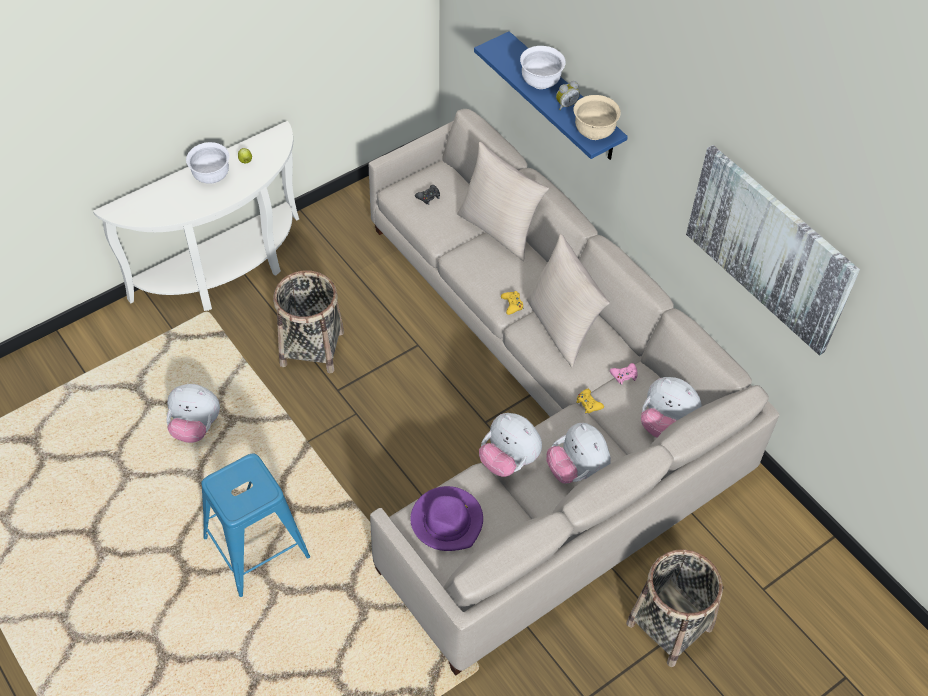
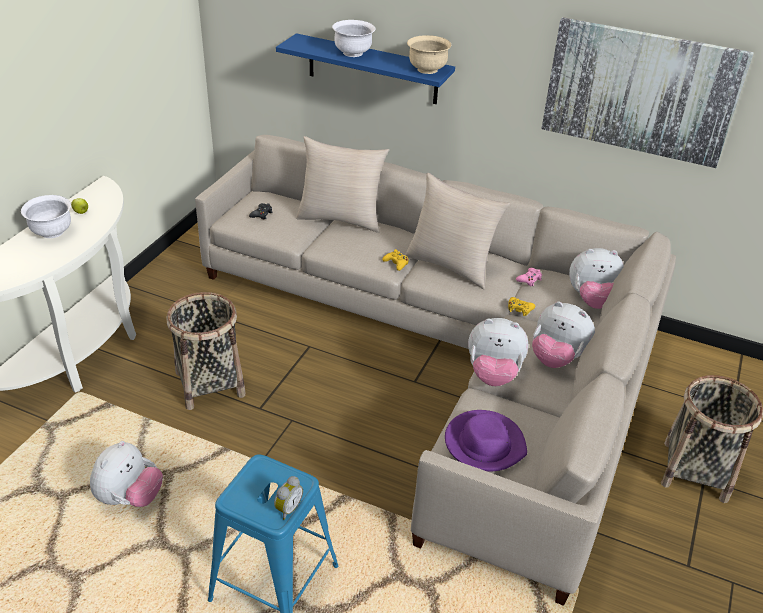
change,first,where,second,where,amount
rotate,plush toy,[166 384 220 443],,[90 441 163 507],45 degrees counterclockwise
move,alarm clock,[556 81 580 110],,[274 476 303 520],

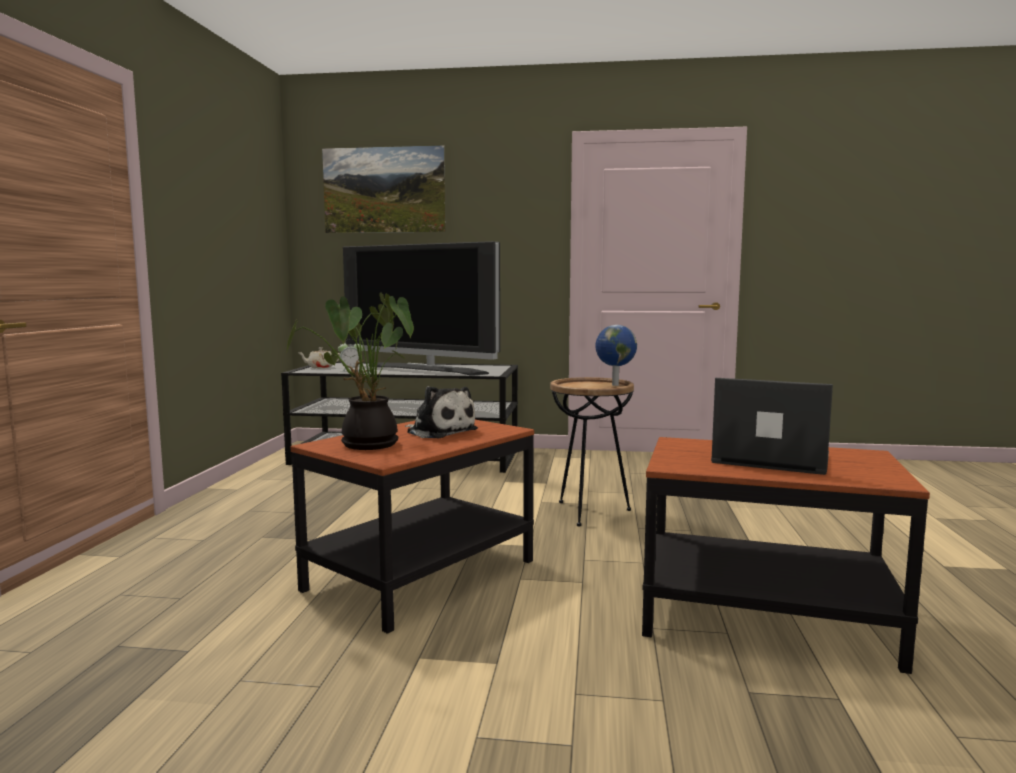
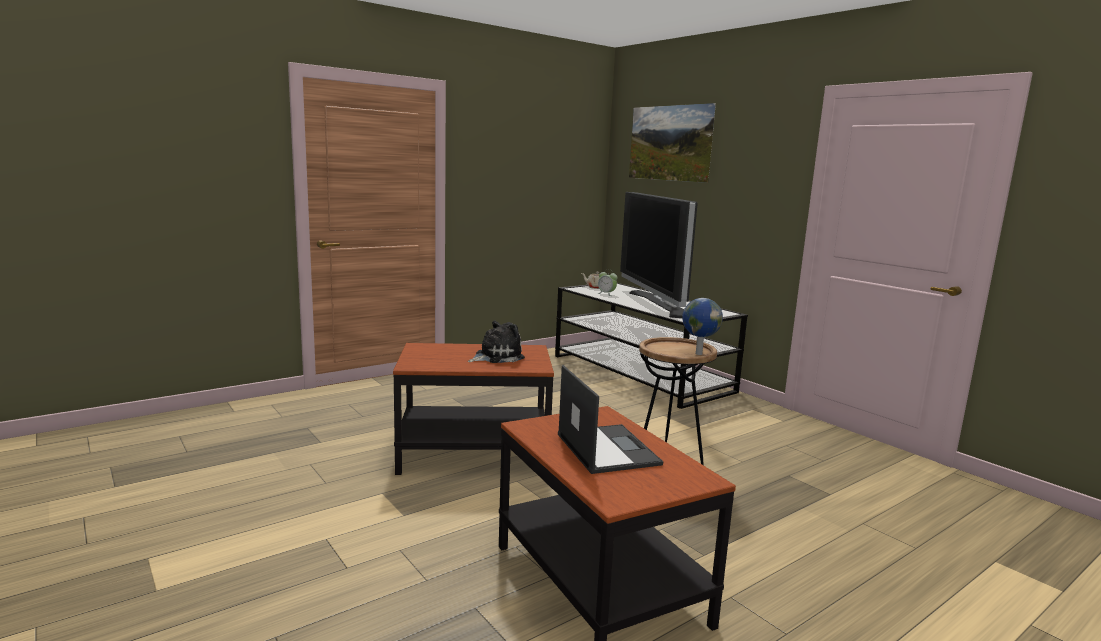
change,first,where,second,where,amount
rotate,plush toy,[405 386 478 438],,[468 321 525 363],120 degrees counterclockwise
delete,potted plant,[286 293 414 450],,,

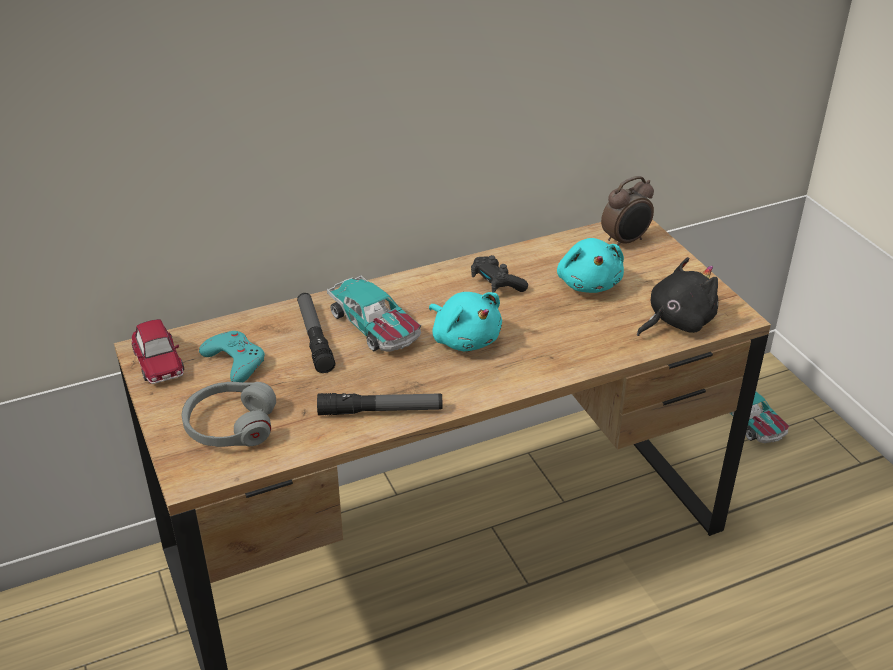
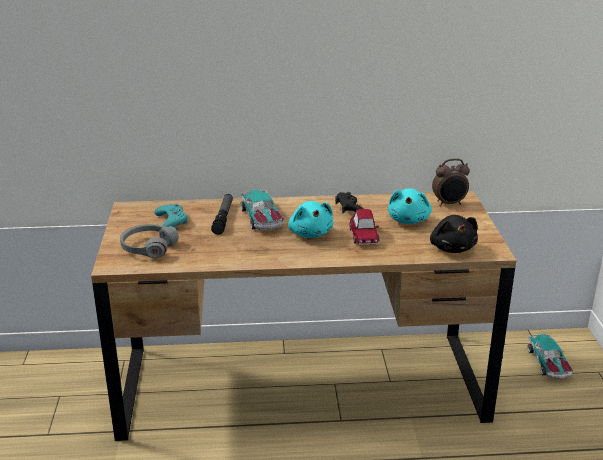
change,first,where,second,where,amount
move,toy car,[131 319 184 384],,[350 209 379 245],
rotate,plush toy (black),[637 257 718 336],,[430 215 478 253],90 degrees clockwise
delete,flashlight,[317 393 442 415],,,

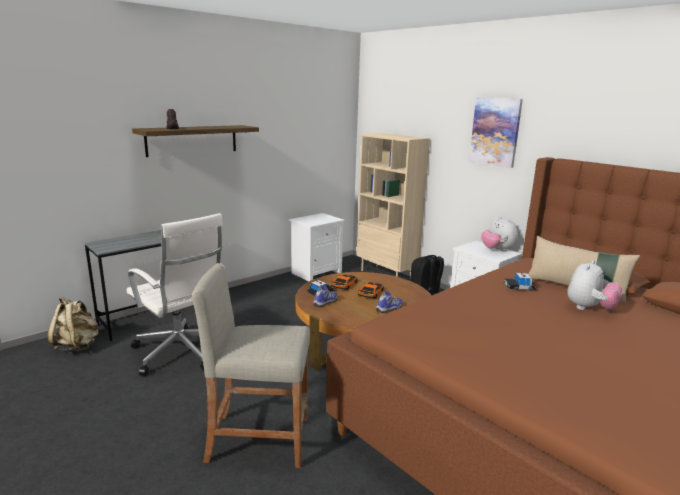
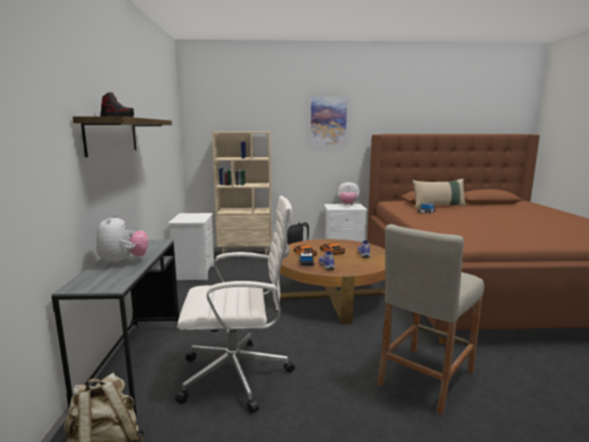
change,first,where,second,where,amount
move,plush toy,[567 260 622 310],,[96 214 148 266],

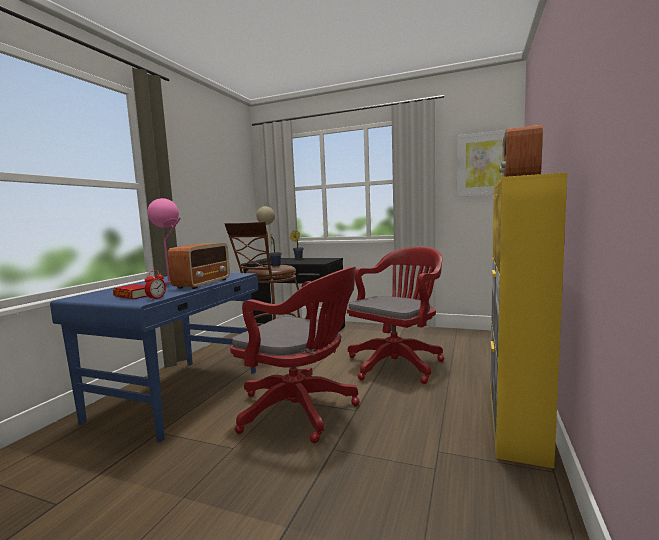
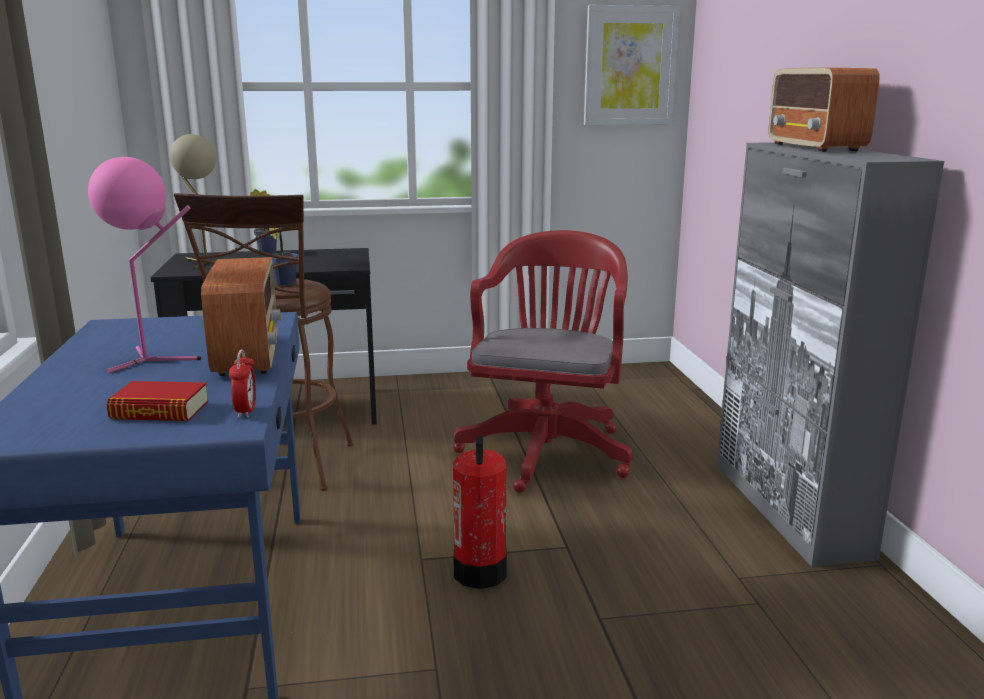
change,first,where,second,where,amount
replace,office chair (red),[230 267 360 443],fire extinguisher,[453 435 507 589],
recolor,cabinet (yellow),[490 172 568 468],cabinet (grey),[717 142 944 567],

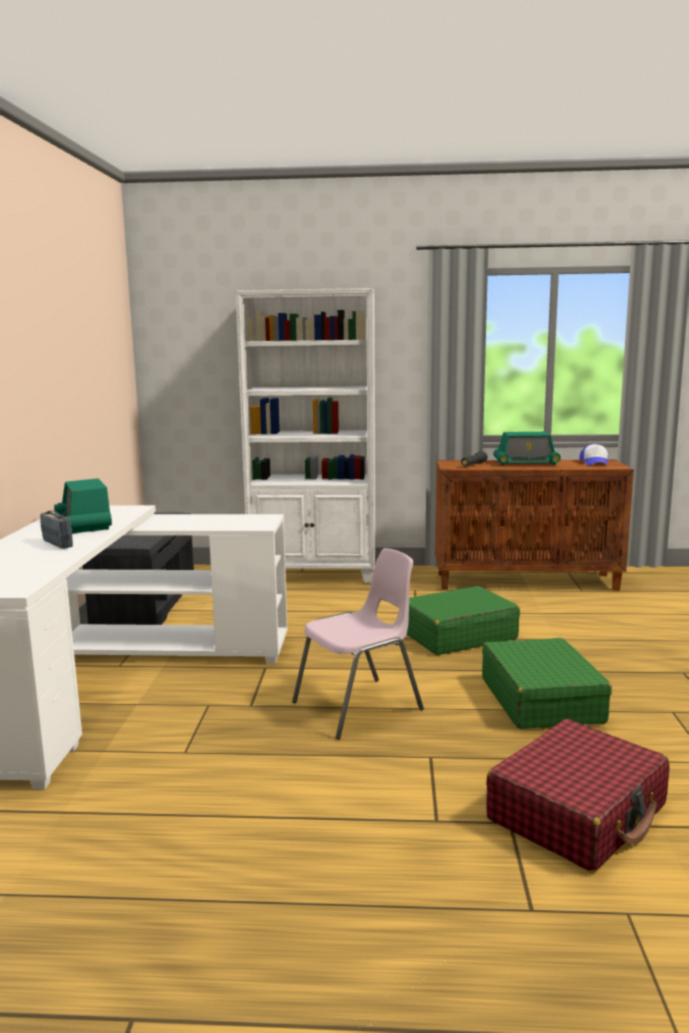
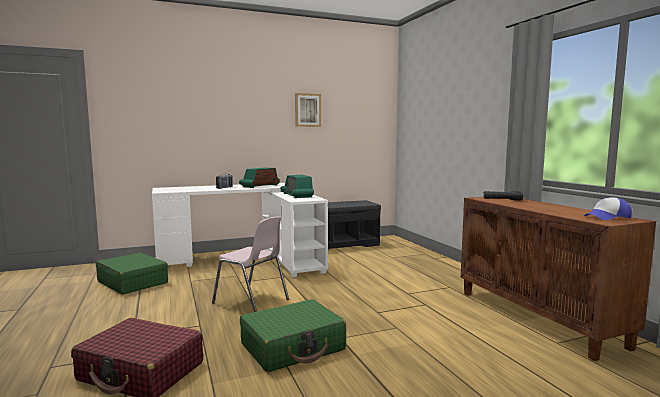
change,first,where,second,where,amount
move,suitcase (green),[406 586 520 655],,[96 253 168 295],
move,radio,[493 432 561 466],,[280 175 314 198],
insert,,,picture,[295 93 321 127],
delete,bookcase (white),[235 288 375 583],,,

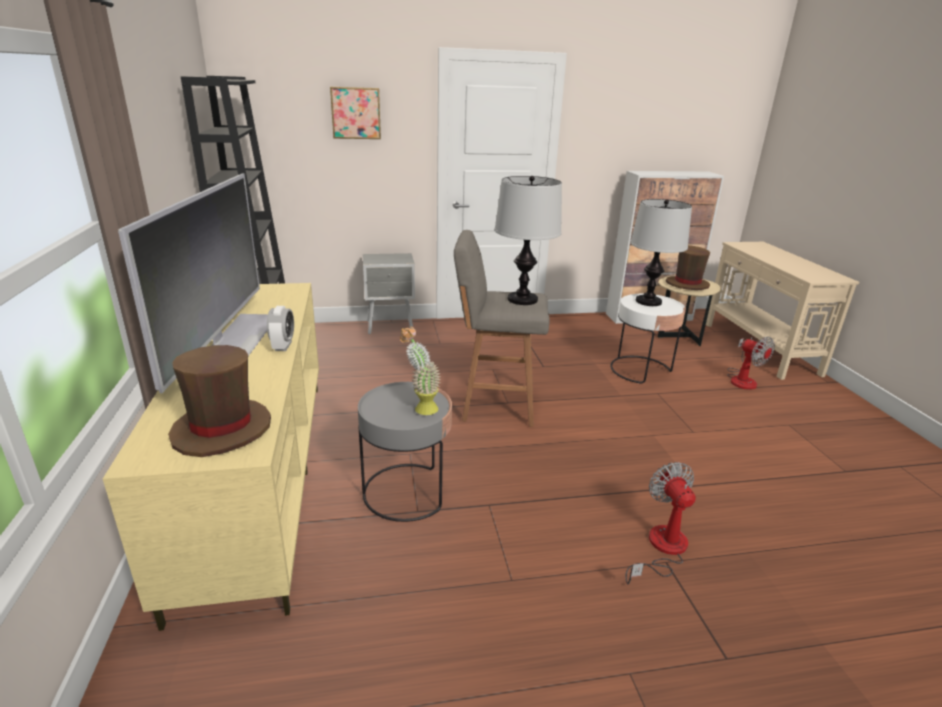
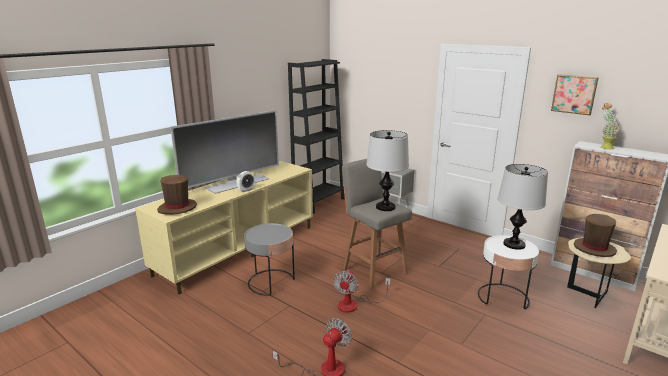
change,first,where,second,where,amount
move,fan,[727 337 775 390],,[333 270 391 313],
move,picture,[330 87 381 139],,[551 74 599 115],
move,potted plant,[400 326 441 415],,[601 103 619 150],

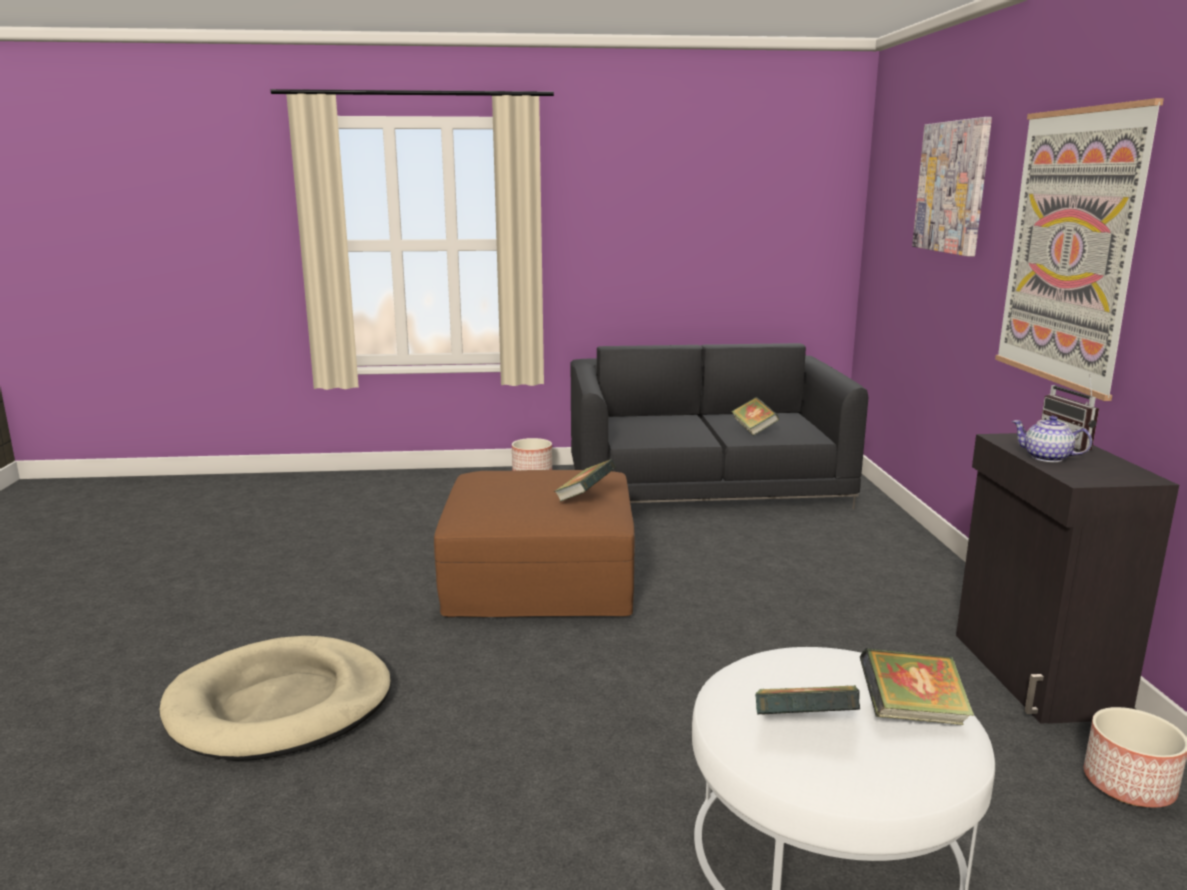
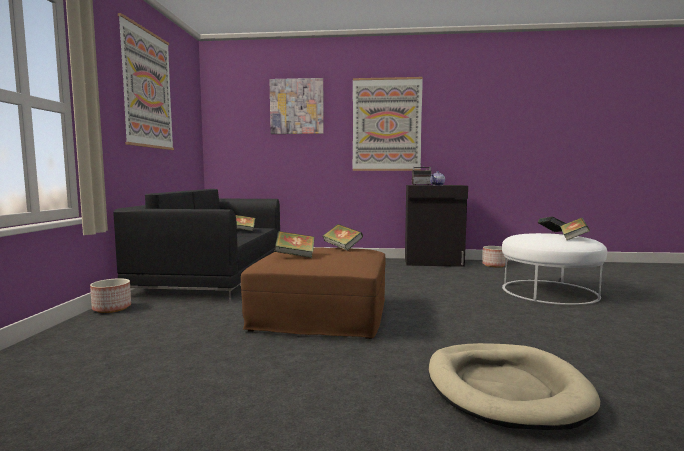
change,first,where,second,where,amount
insert,,,picture,[118 13 174 150],
insert,,,book,[274 231 314 258],

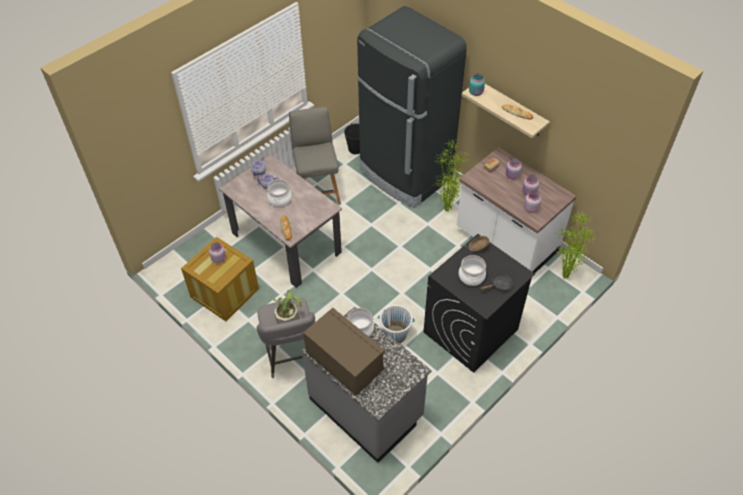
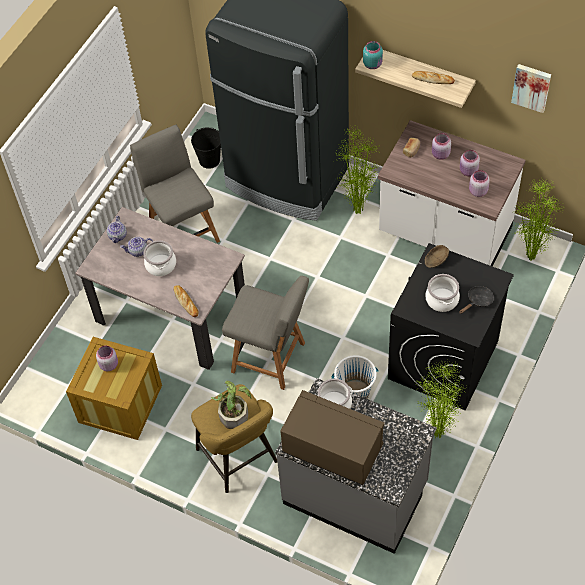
change,first,where,second,where,amount
recolor,stool (grey),[257 297 315 378],stool (yellow),[191 384 277 493],
insert,,,chair (grey),[222 276 309 390],
insert,,,potted plant,[416 361 464 438],
insert,,,picture,[511 64 551 113],

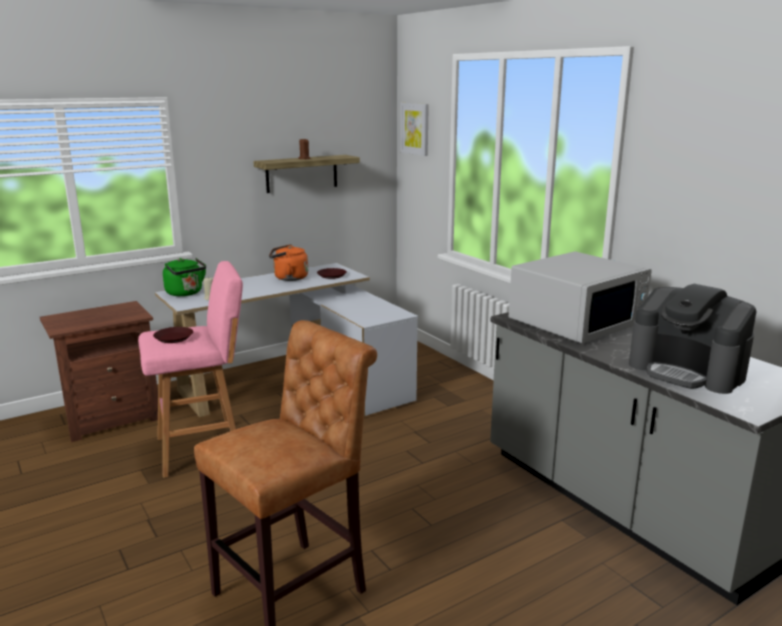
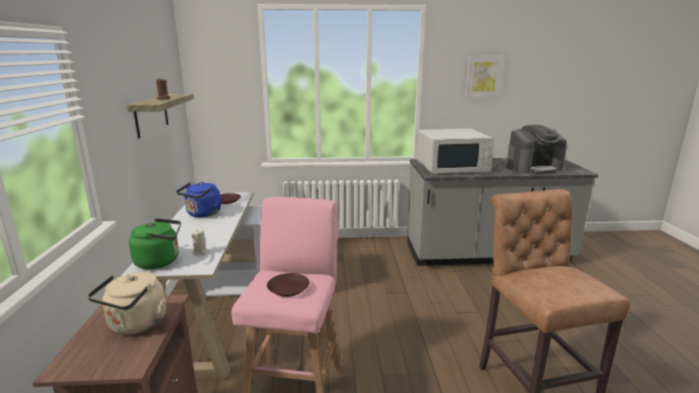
change,first,where,second,where,amount
insert,,,kettle (beige),[87 272 166 335],
recolor,kettle (orange),[269 244 308 281],kettle (blue),[176 182 221 217],
rotate,microwave (white),[509 251 652 344],,[416 129 494 173],90 degrees clockwise
move,picture,[401 103 429 156],,[465 56 504 97],

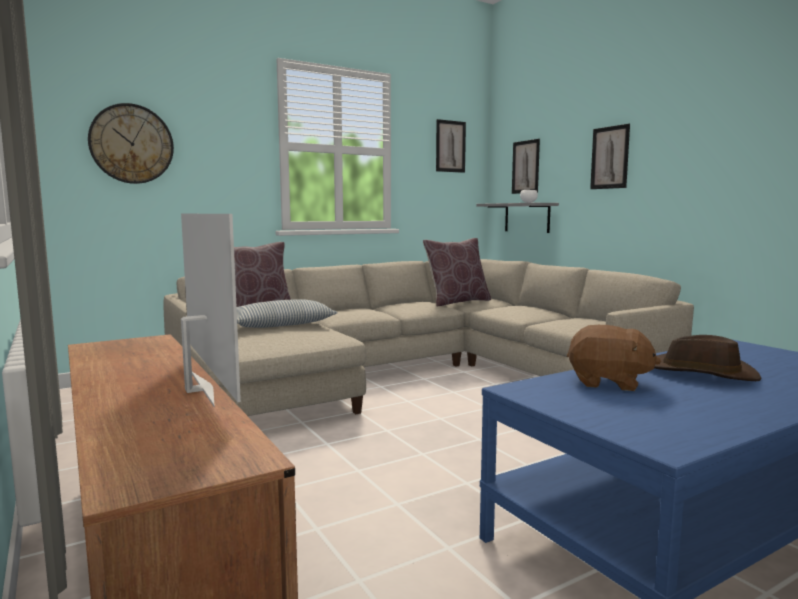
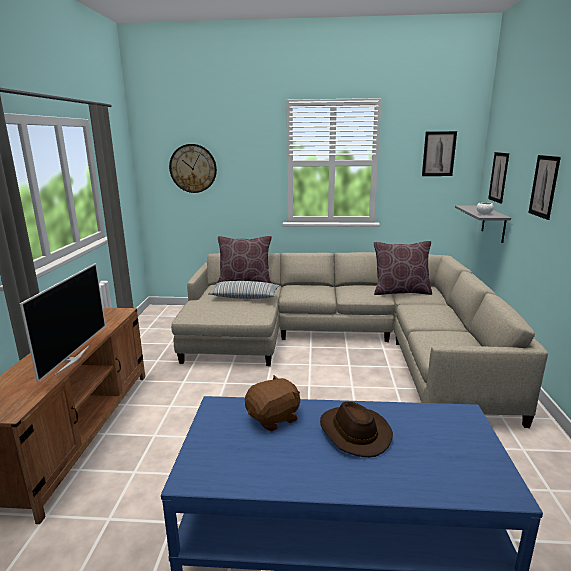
change,first,where,second,where,amount
rotate,plush toy (brown),[567 325 661 391],,[245 375 300 432],90 degrees counterclockwise

